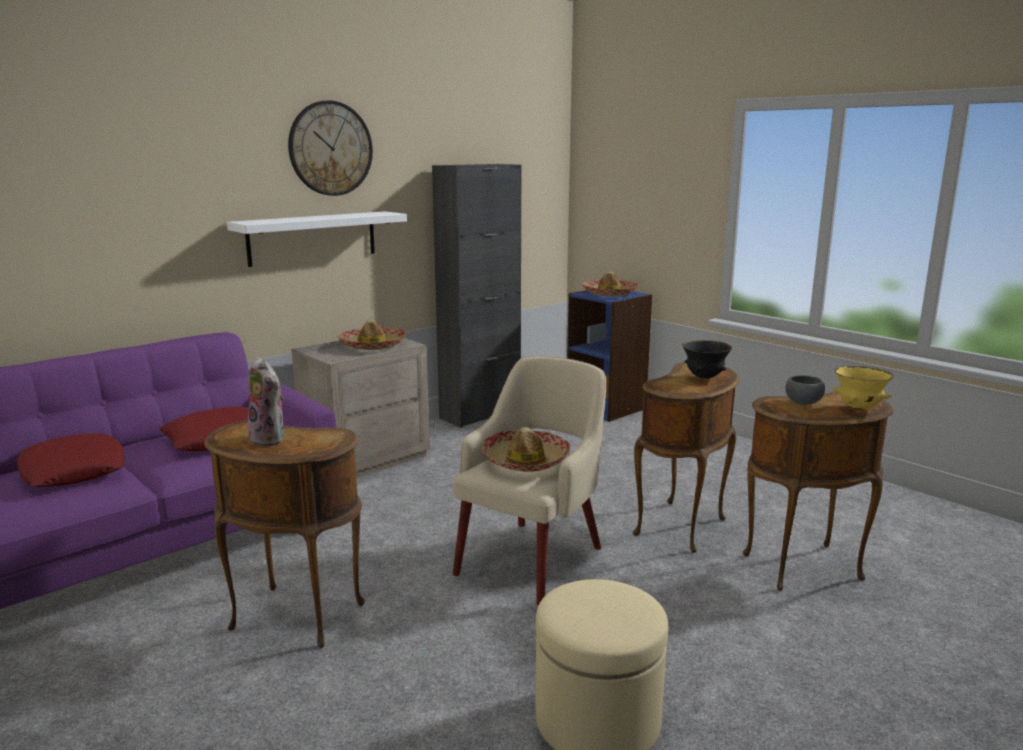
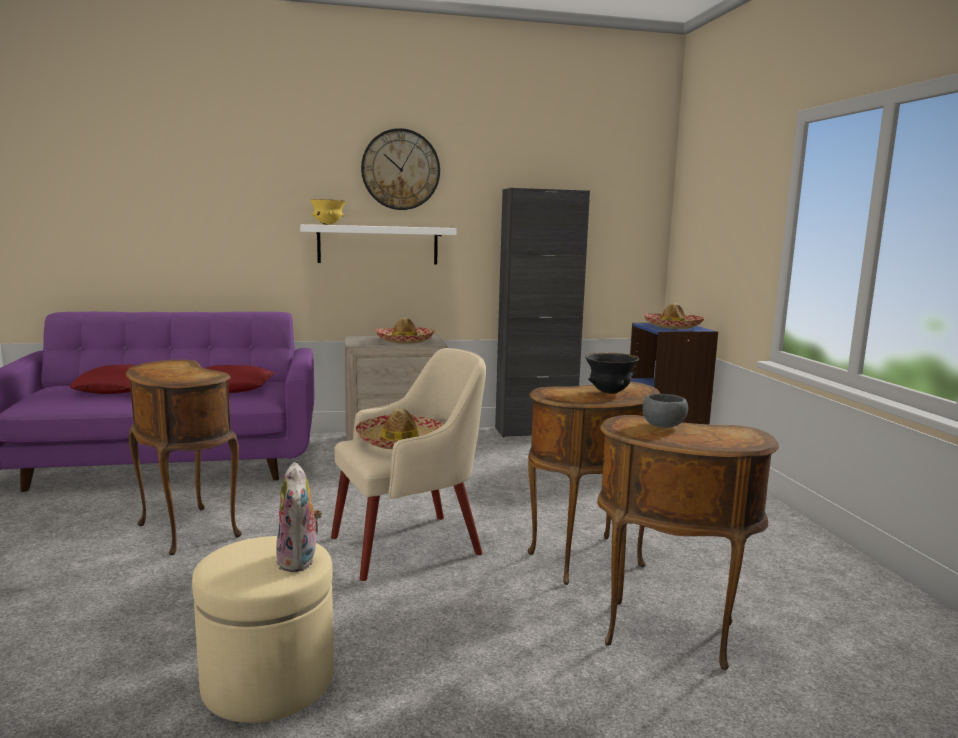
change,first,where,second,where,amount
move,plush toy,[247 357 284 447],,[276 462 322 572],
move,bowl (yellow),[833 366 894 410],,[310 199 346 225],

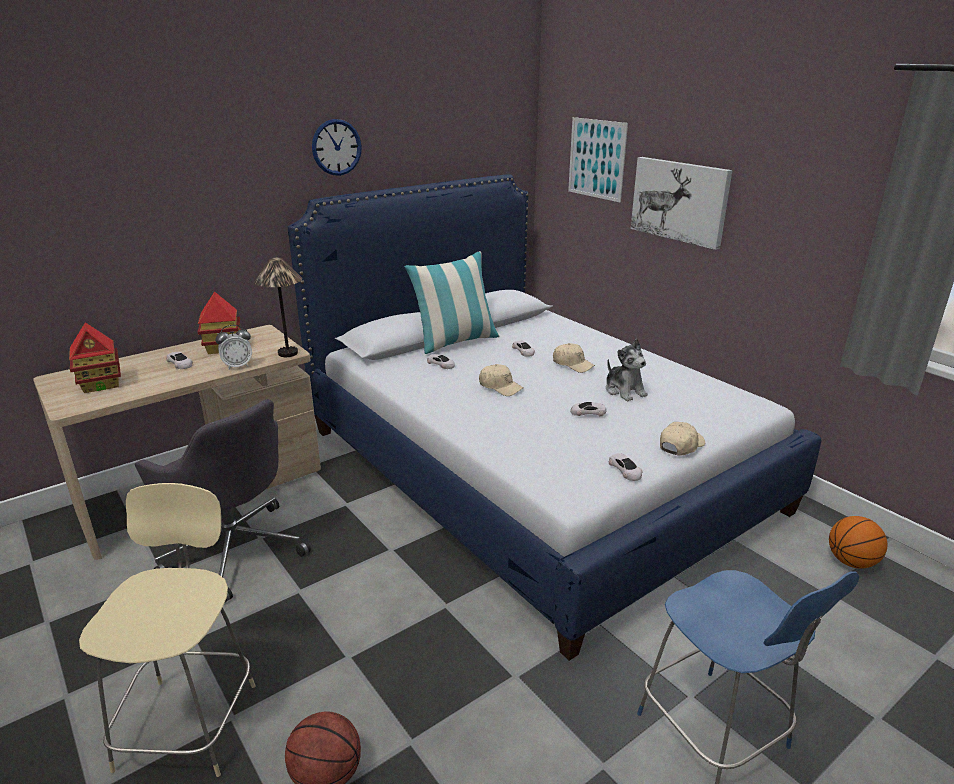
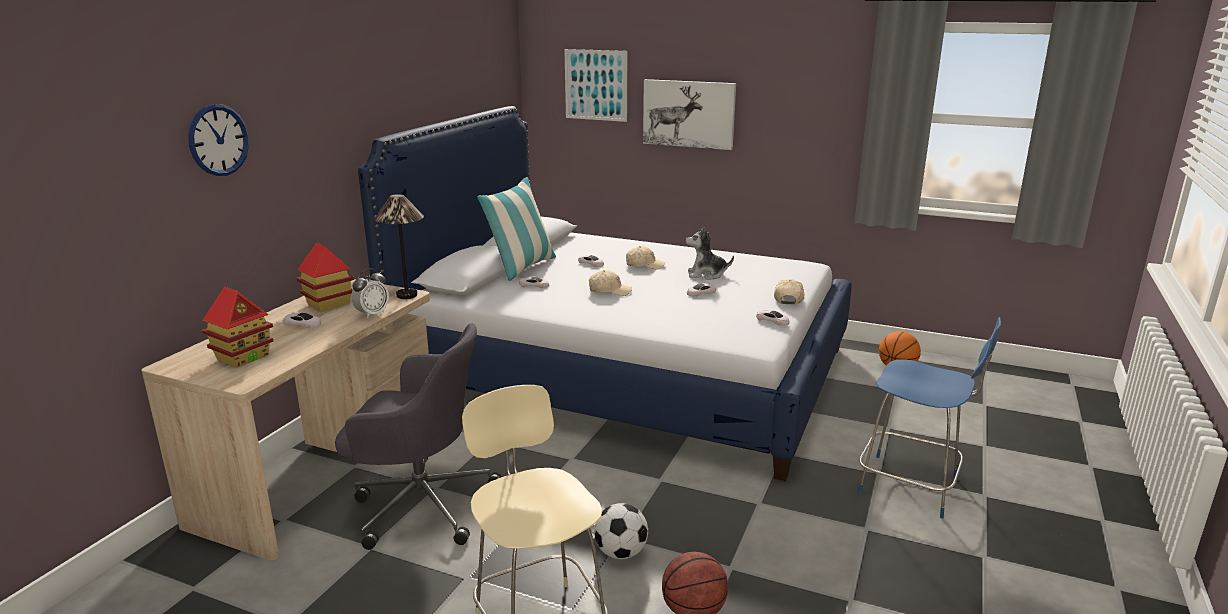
change,first,where,second,where,amount
move,wall clock,[312 119 362 176],,[188 104 249 176],
insert,,,football,[594 503 648 559],
rotate,plush toy,[606 339 648 401],,[685 227 734 280],150 degrees clockwise

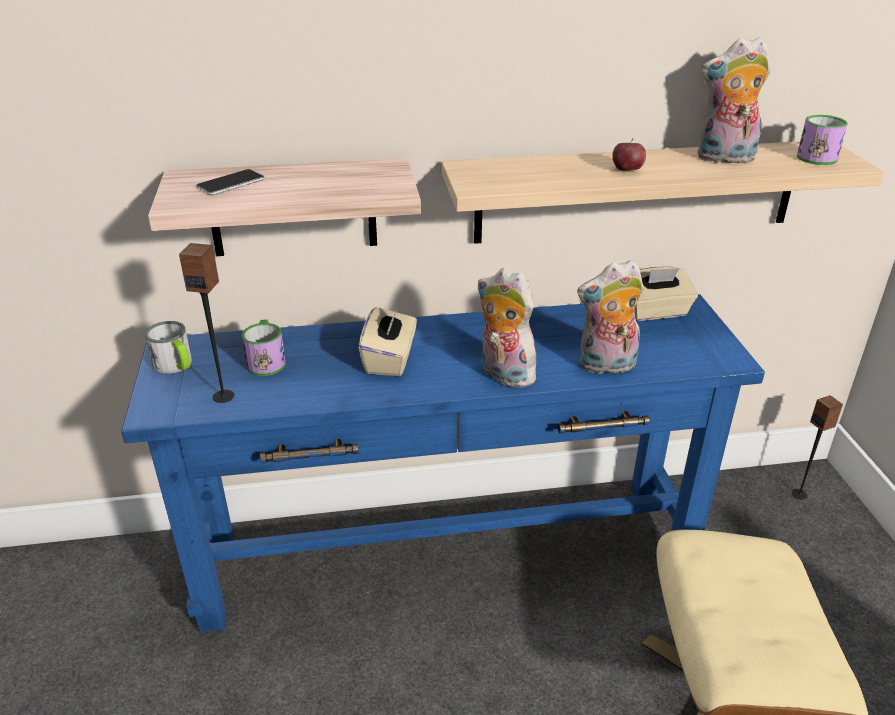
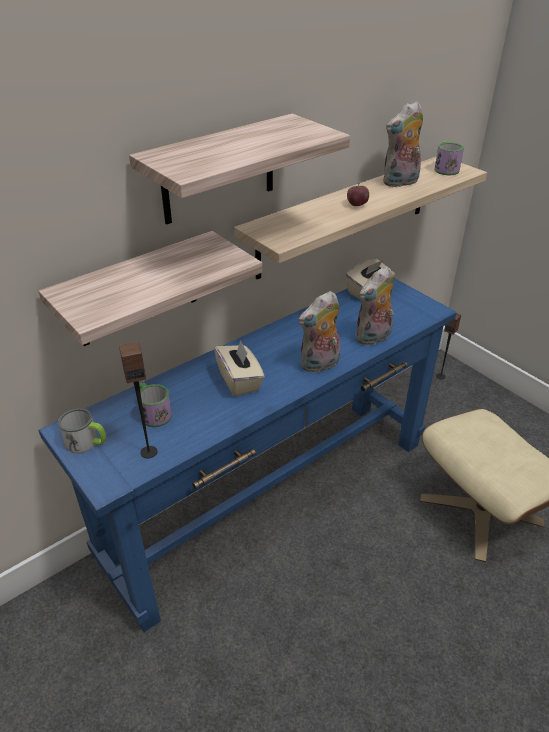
change,first,where,second,where,amount
insert,,,shelf,[129 114 350 225],
rotate,plush toy,[478 268 539 388],,[298 291 340 373],45 degrees counterclockwise
delete,phone,[196 169 264 195],,,

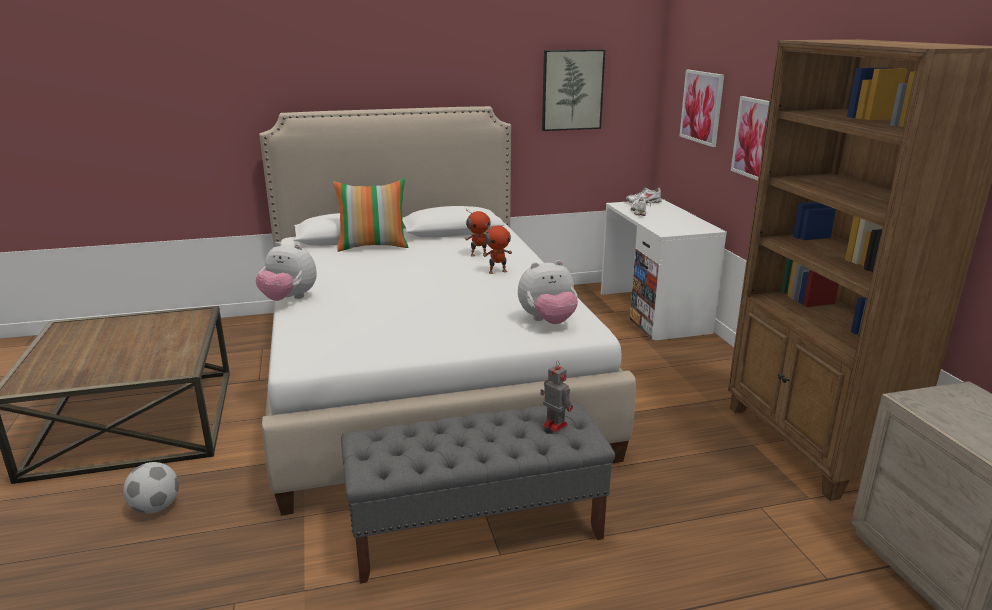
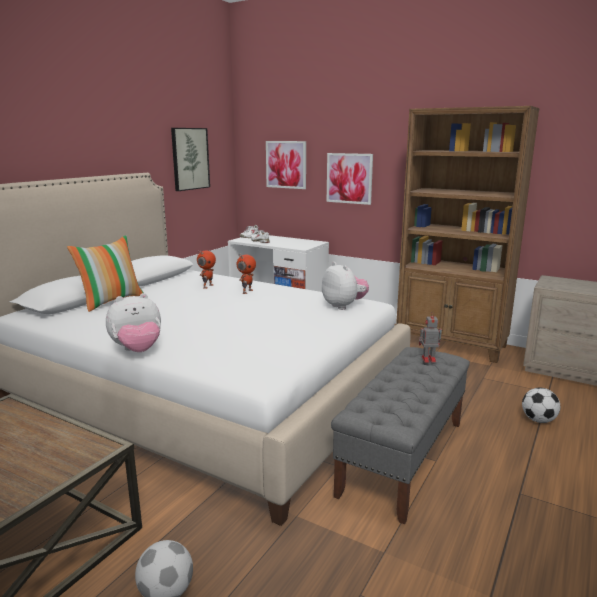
change,first,where,second,where,amount
rotate,plush toy,[518 260 578 324],,[322 262 369 310],60 degrees counterclockwise
insert,,,football,[522 388 560 423],

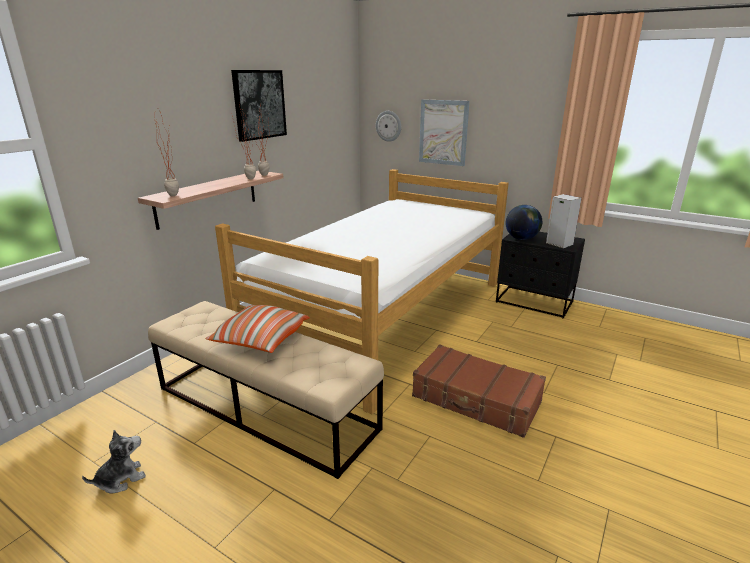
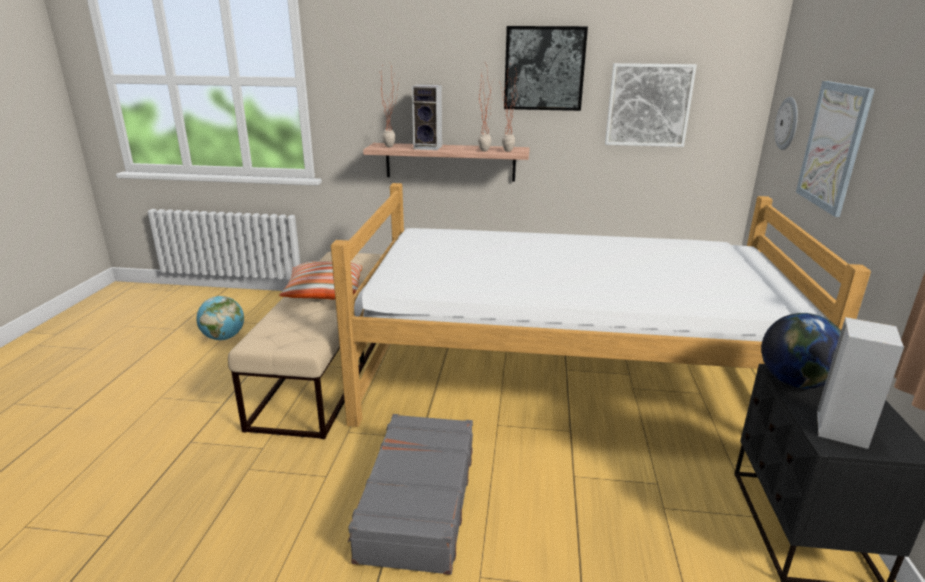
change,first,where,second,where,amount
replace,plush toy,[82 430 146 493],globe,[196 296 244 340],
recolor,suitcase (brown),[412 344 546 438],suitcase (grey),[348 414 473 575],
insert,,,speaker,[412 84 442 150],
insert,,,picture,[605 63 697 147],

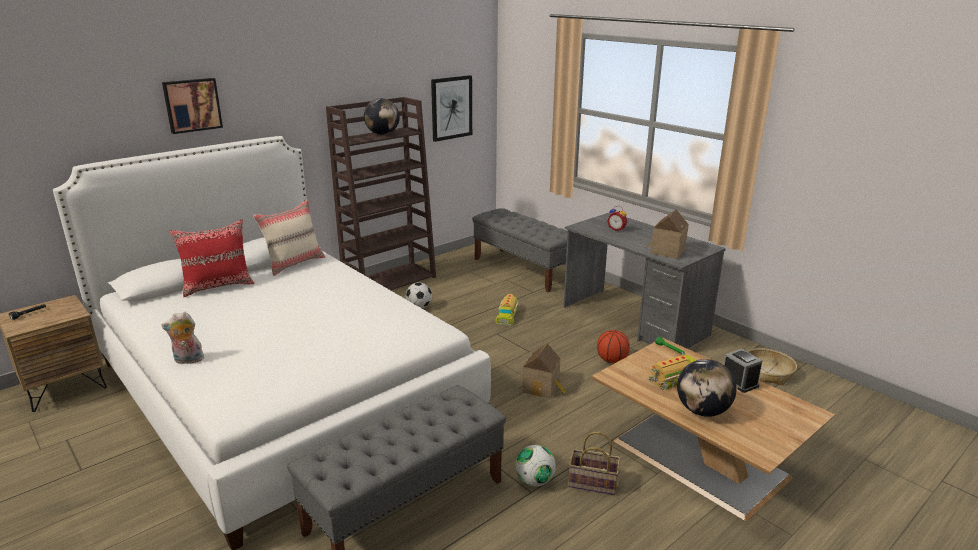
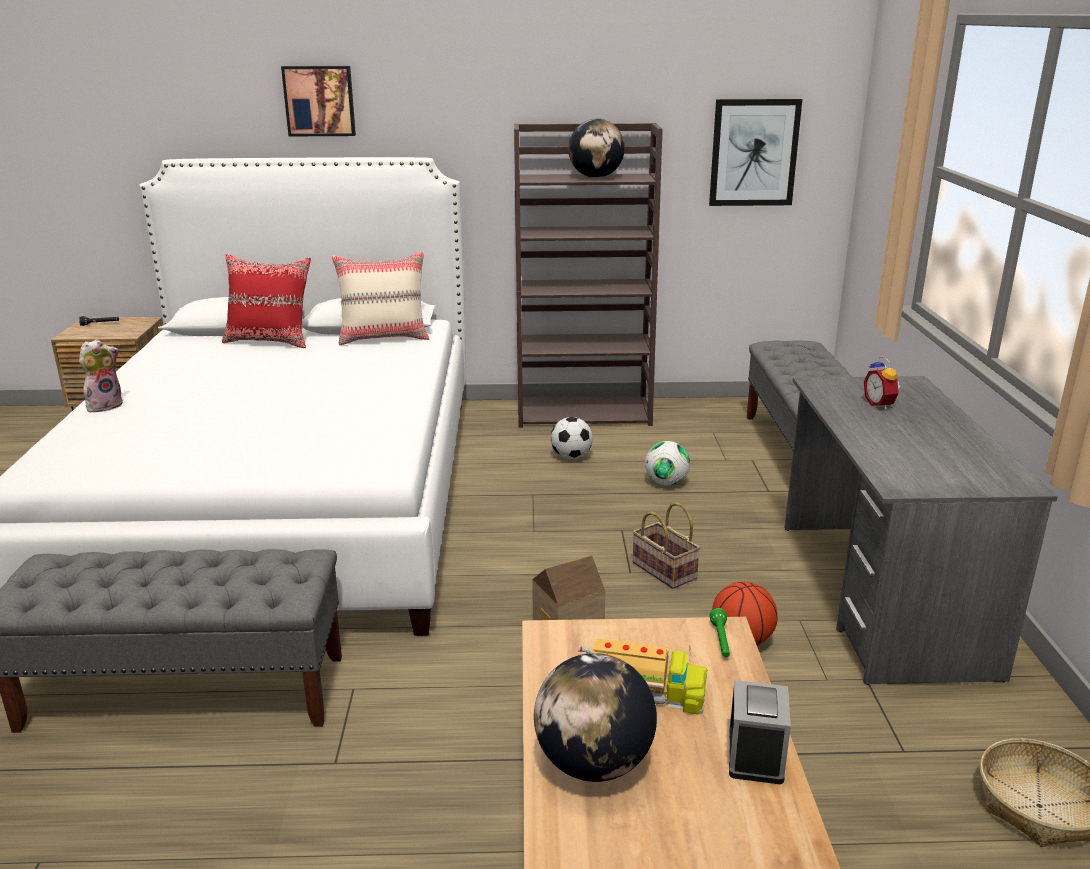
change,first,where,second,where,amount
rotate,plush toy,[162 312 204 364],,[79 339 123 412],105 degrees clockwise
move,basket,[568 432 620 495],,[633 502 700 589],
move,football,[516 445 556 486],,[645 441 690 486],
delete,toy truck,[495 294 519 326],,,
delete,toy house,[645 209 689 259],,,

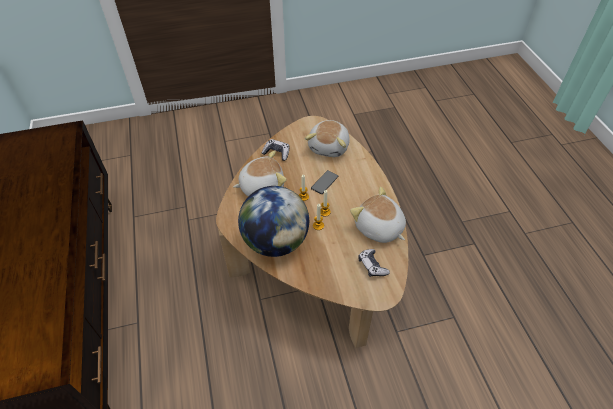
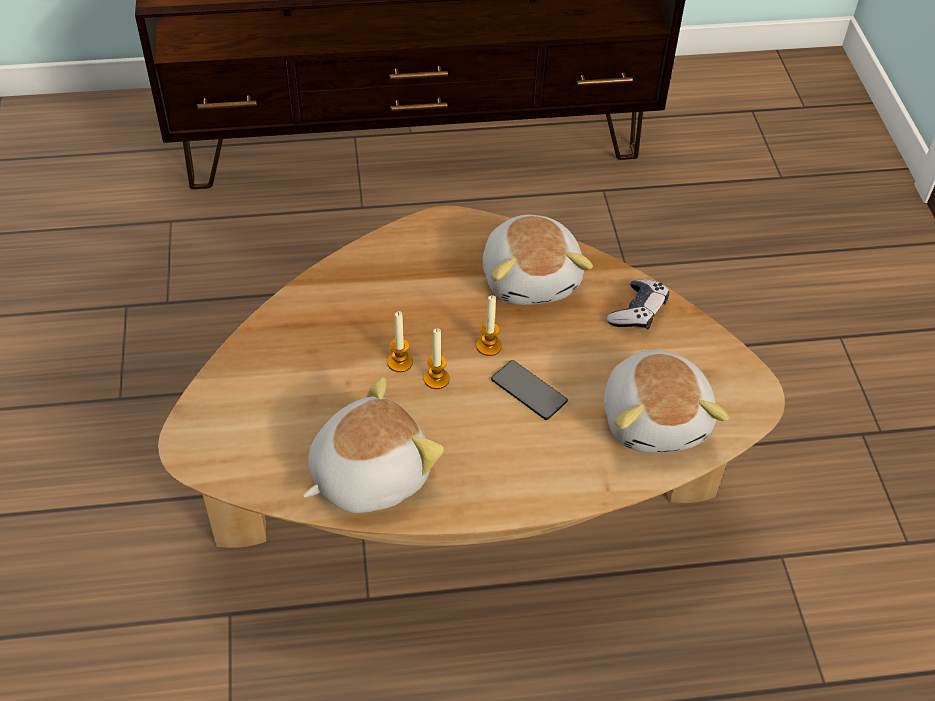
change,first,where,second,where,amount
rotate,plush toy,[305 120 350 157],,[604 349 729 453],120 degrees counterclockwise
delete,globe,[238 186 309 257],,,
delete,game controller,[358 249 390 277],,,

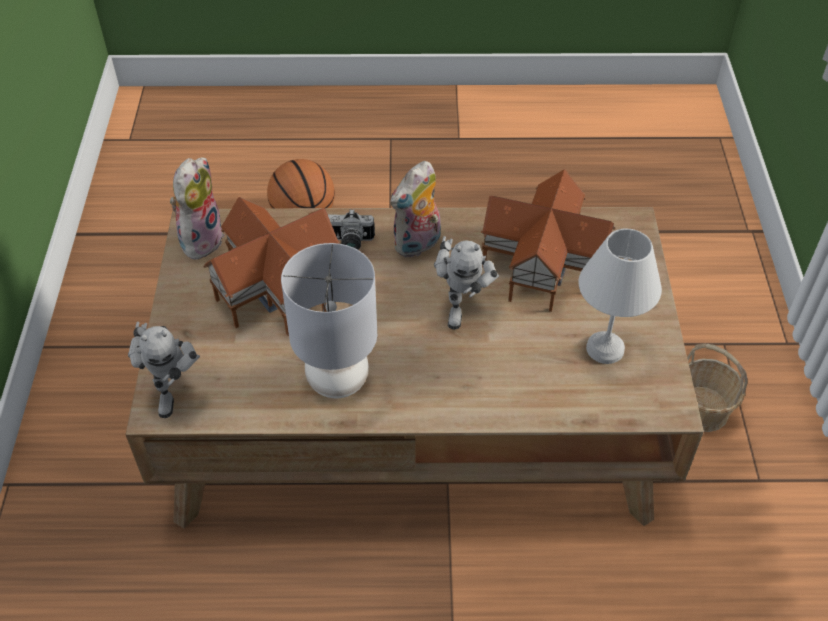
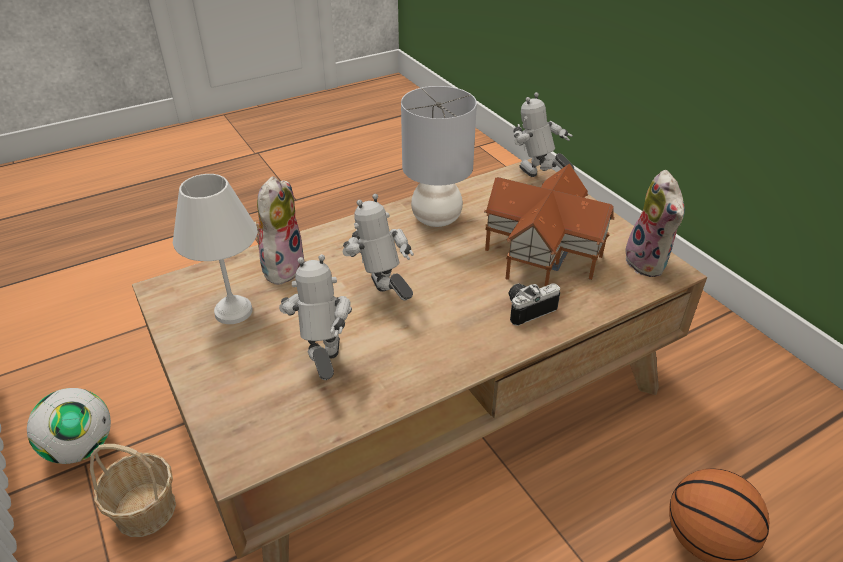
change,first,where,second,where,amount
insert,,,football,[27 388 111 464],
move,plush toy,[390 161 441 257],,[254 176 306 285],
replace,toy house,[481 169 616 312],toy robot,[279 254 352 380],

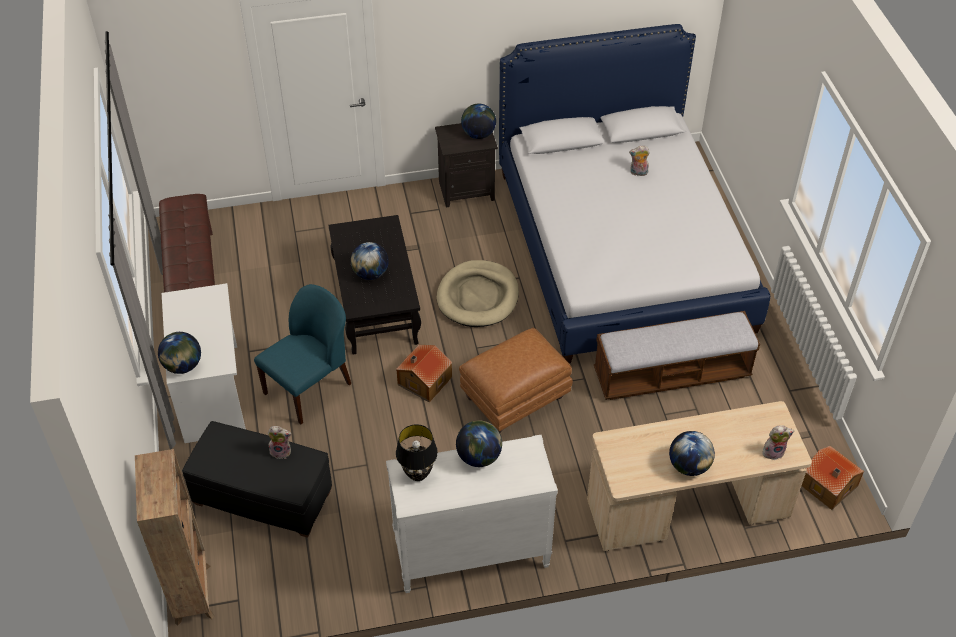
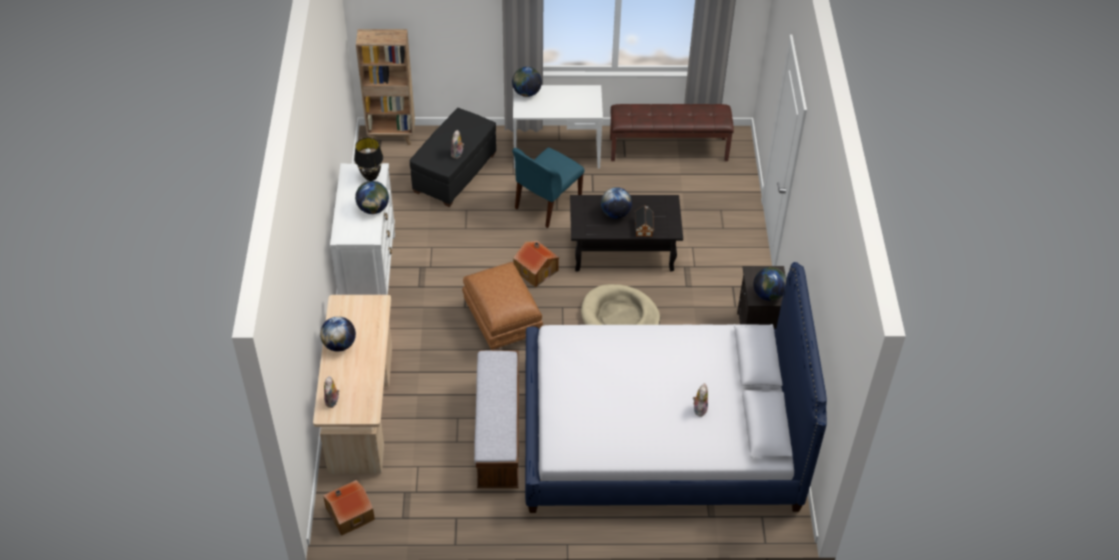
change,first,where,second,where,amount
rotate,chair (blue),[254 284 351 424],,[512 148 584 228],75 degrees clockwise
insert,,,toy house,[635 205 654 237],

